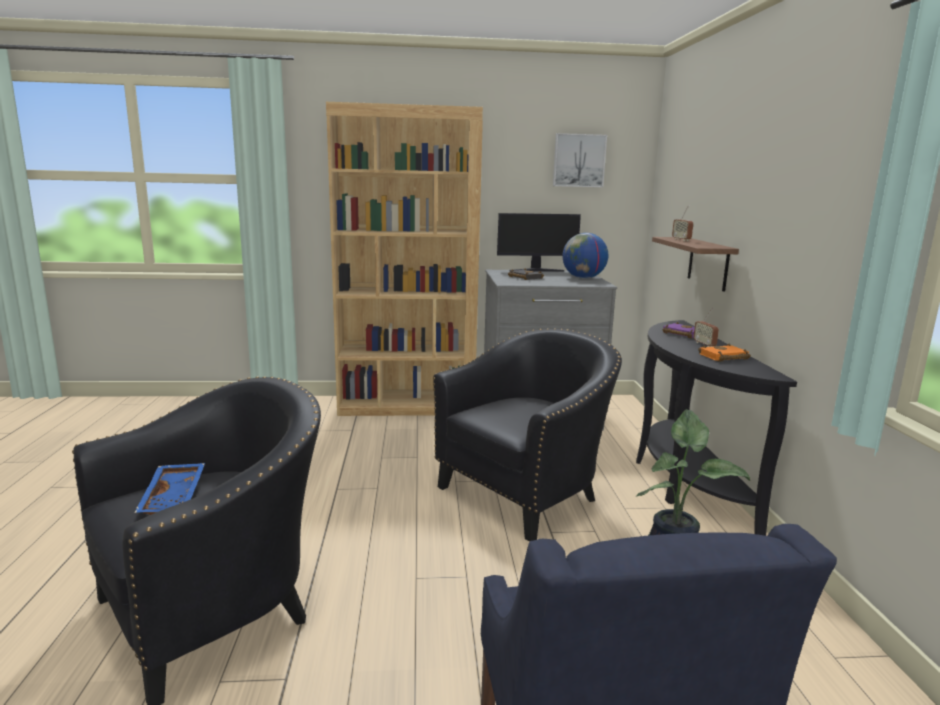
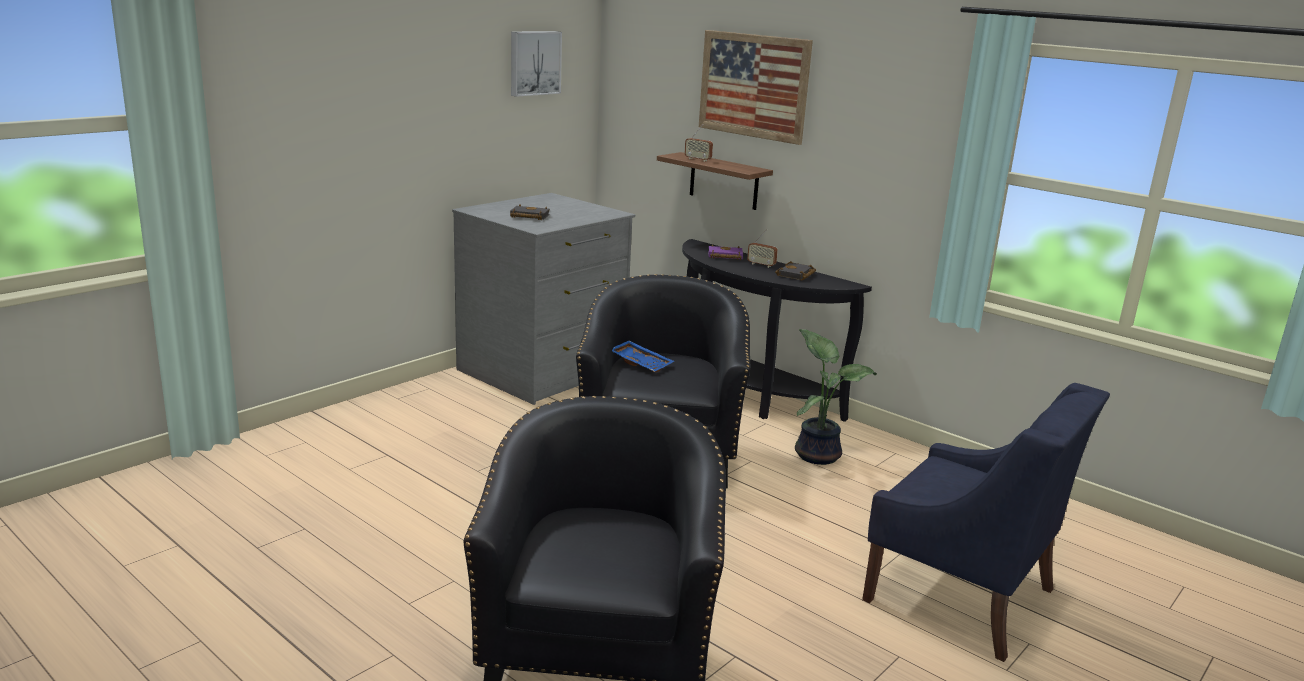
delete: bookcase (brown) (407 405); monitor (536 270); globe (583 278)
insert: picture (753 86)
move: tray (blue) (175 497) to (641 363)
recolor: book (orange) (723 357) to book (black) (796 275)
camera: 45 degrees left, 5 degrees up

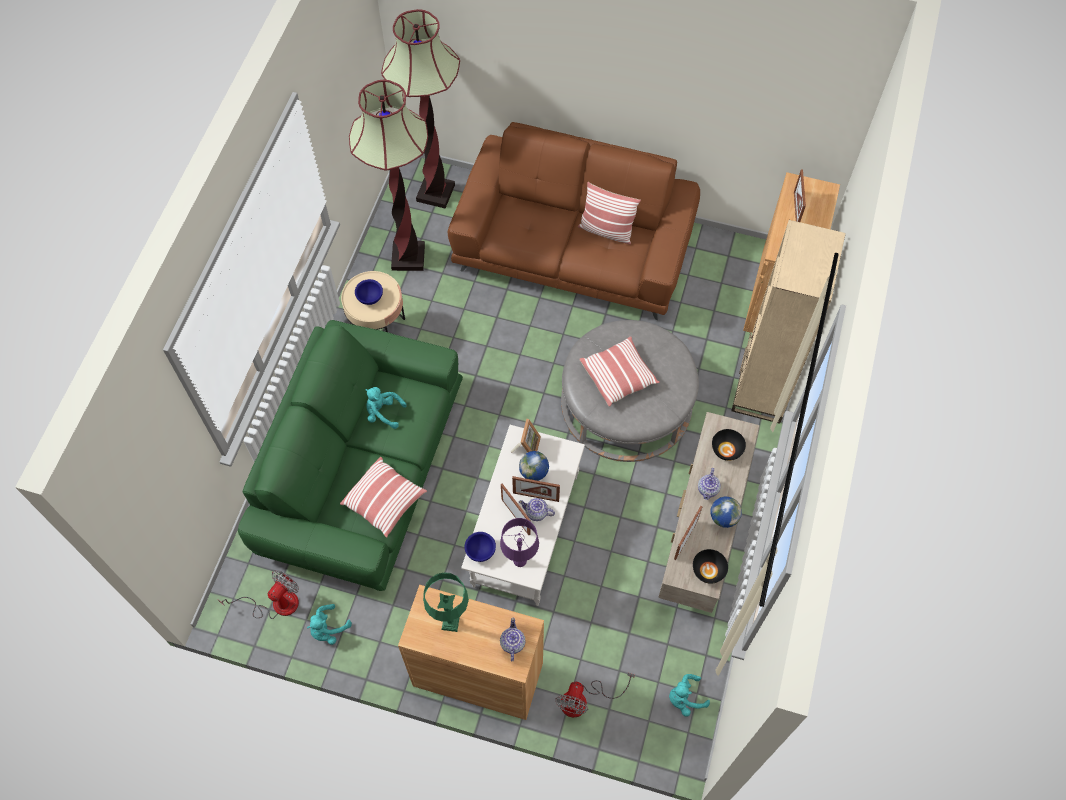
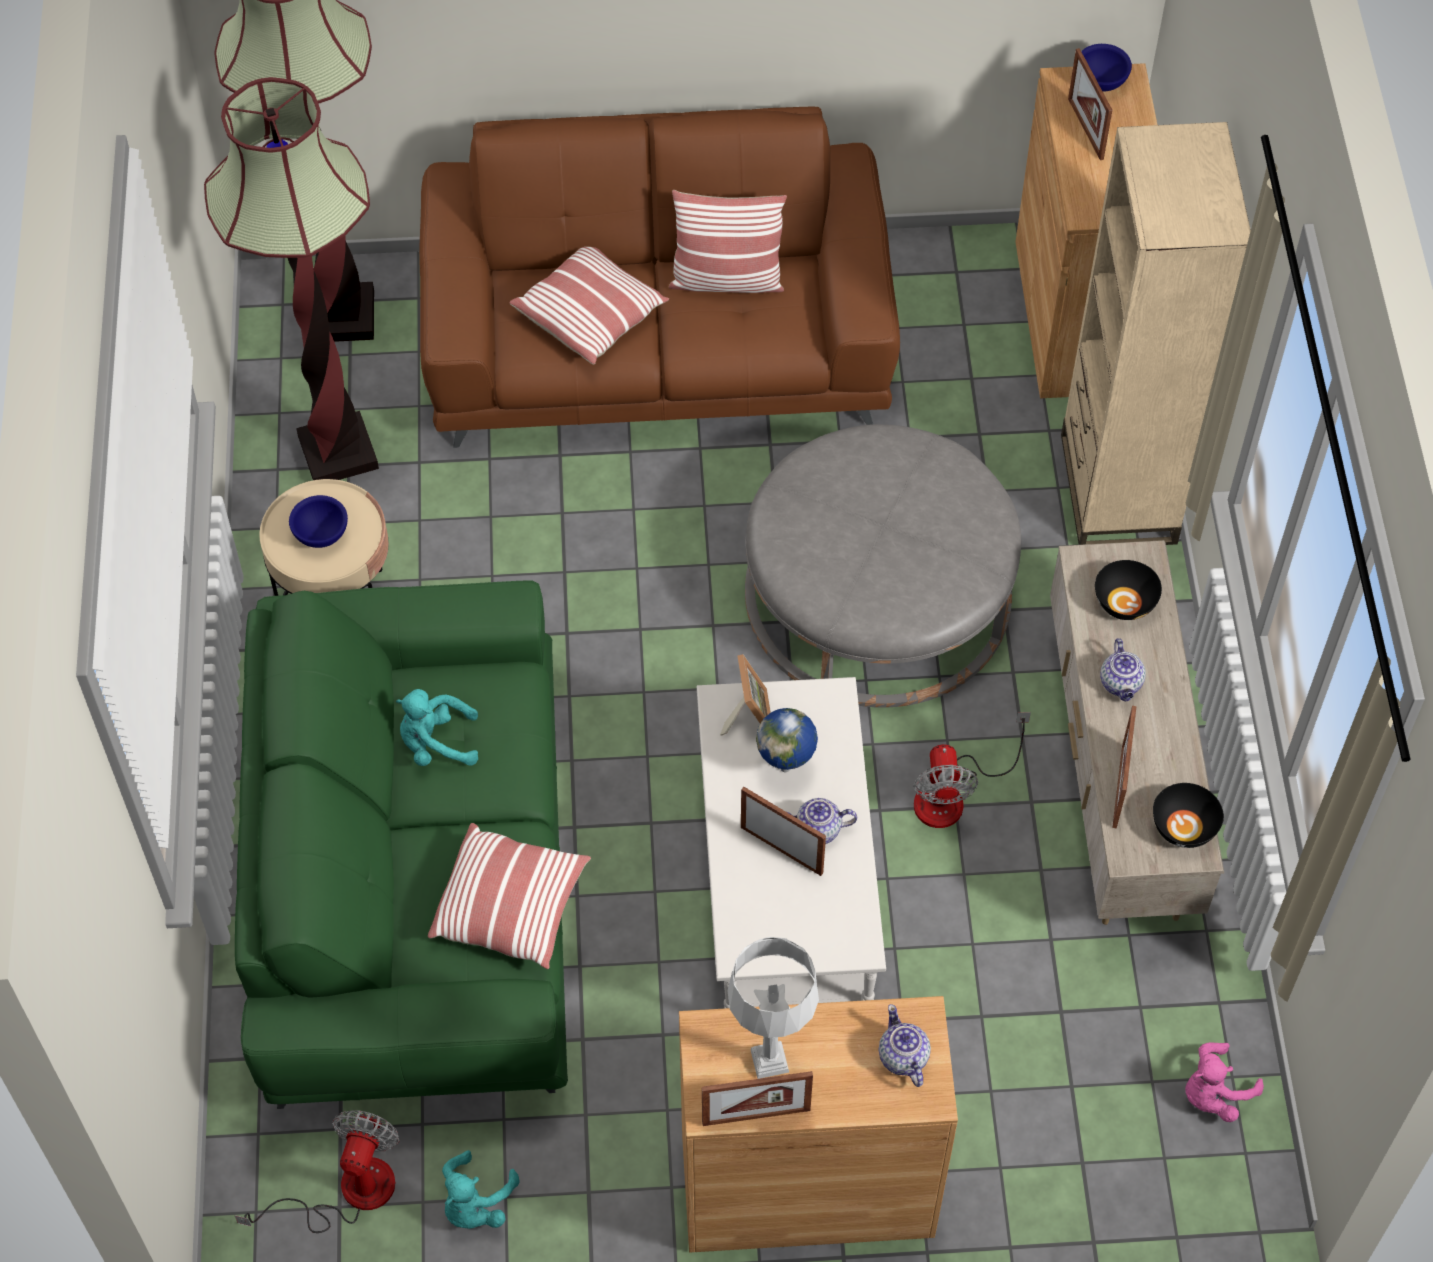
delete: globe (721 522); table lamp (purple) (519 560)
move: pillow (618 376) to (590 315); picture frame (536 496) to (756 1116); bowl (blue) (481 551) to (1101 82); fan (583 700) to (953 795)
recolor: table lamp (green) (450 623) to table lamp (grey) (770 1060); plush toy (turquoise) (685 698) to plush toy (pink) (1213 1093)
camera: 20 degrees left, 5 degrees down

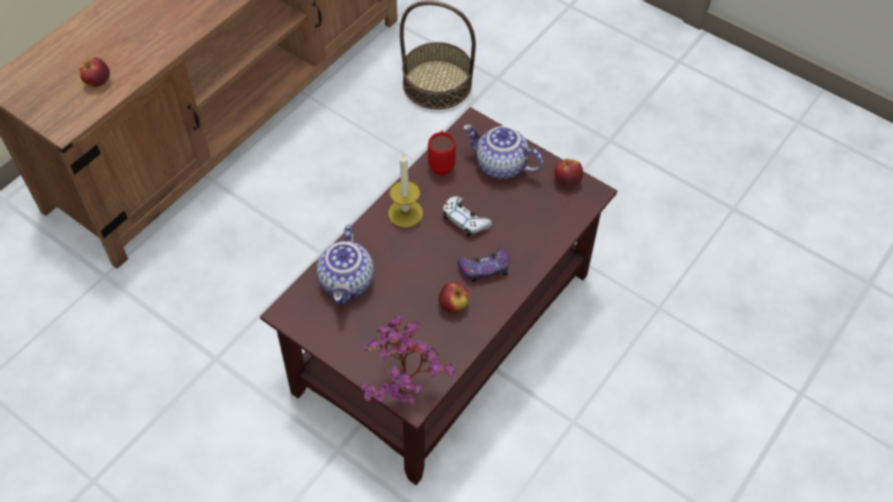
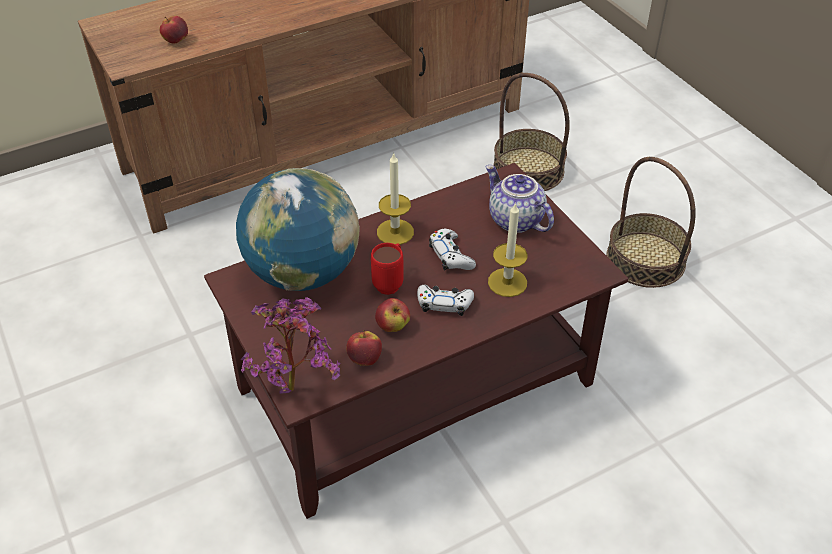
insert: basket (646 259); candle (507 282)
move: mug (red) (441 164) to (390 282); apple (567 181) to (364 359)
replace: teapot (348 282) to globe (303 273)
recolor: game controller (purple) (484 268) to game controller (white) (444 303)
camera: 25 degrees right, 10 degrees down

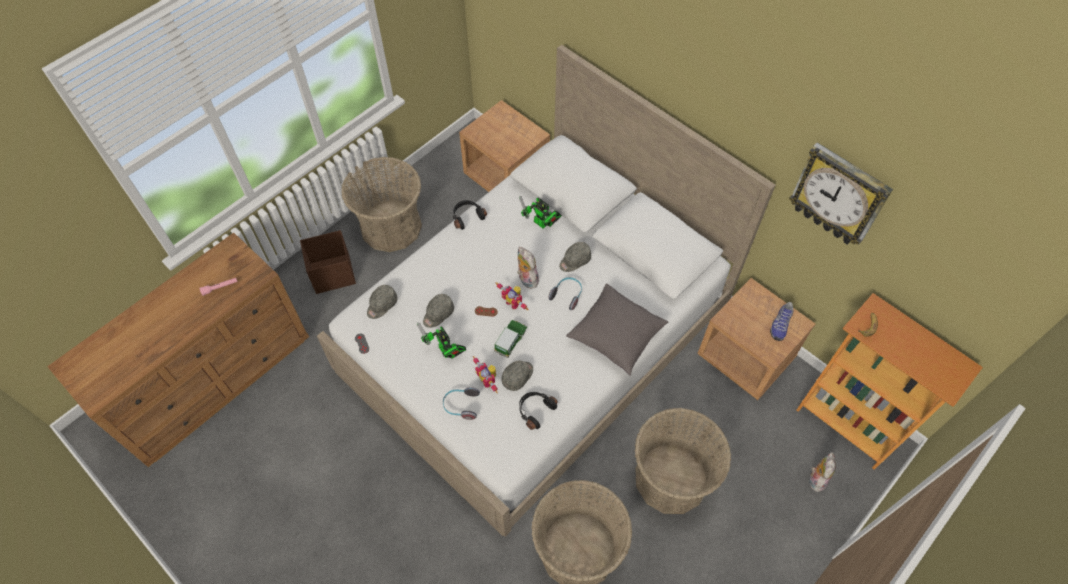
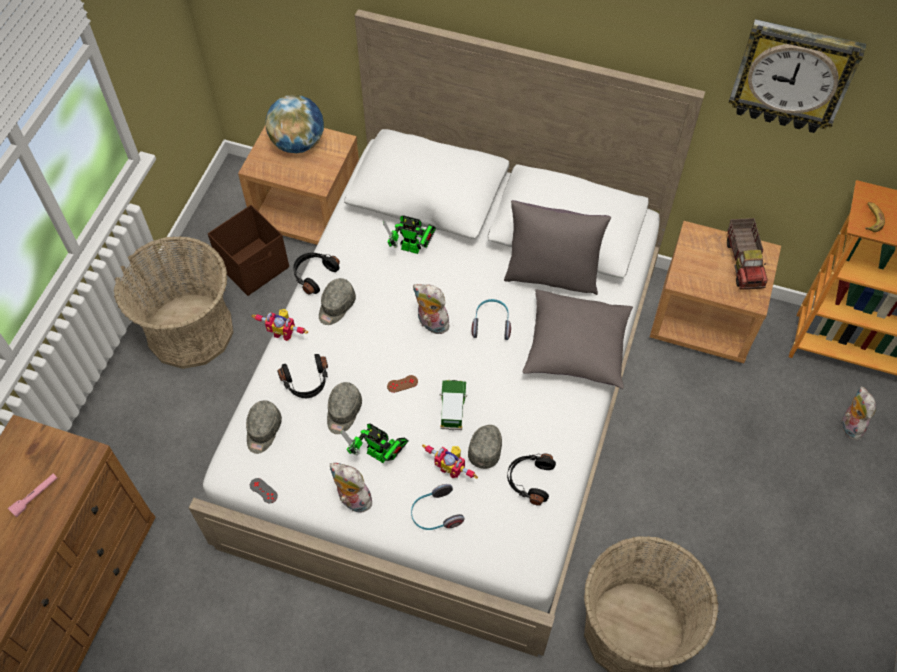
delete: basket (671 478)
insert: globe (298 143); pillow (grey) (551 275); headphones (black) (306 382); plush toy (352 500)
move: storage box (brown) (333 274) to (255 266); cap (grey) (574 261) to (336 306); toy robot (514 302) to (284 332)
replace: shoe (780 324) to toy truck (744 262)
camera: 25 degrees left, 0 degrees up

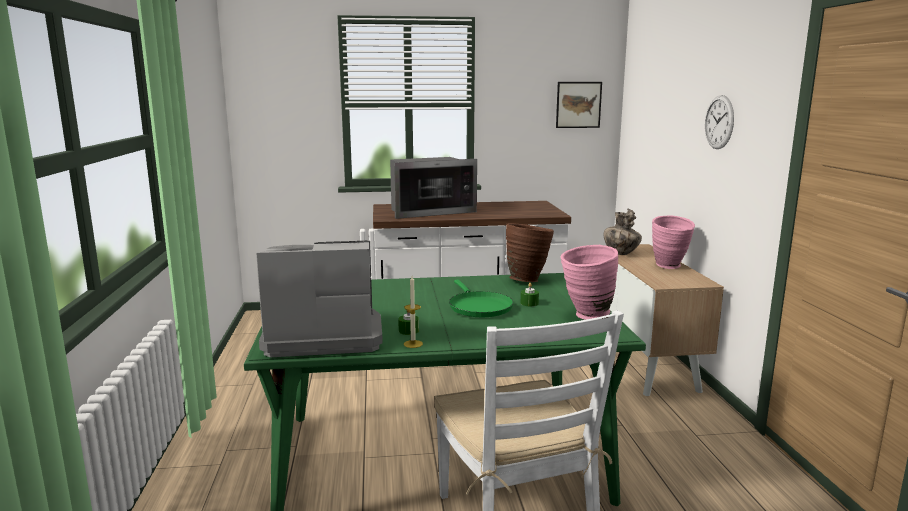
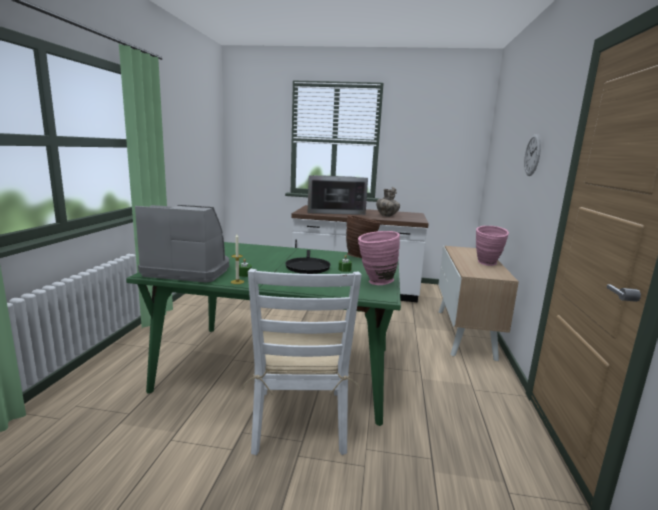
delete: picture (578 105)
move: vase (620 253) to (386 216)
recolor: frying pan (green) (478 307) to frying pan (black) (307 267)
camera: 15 degrees right, 0 degrees up

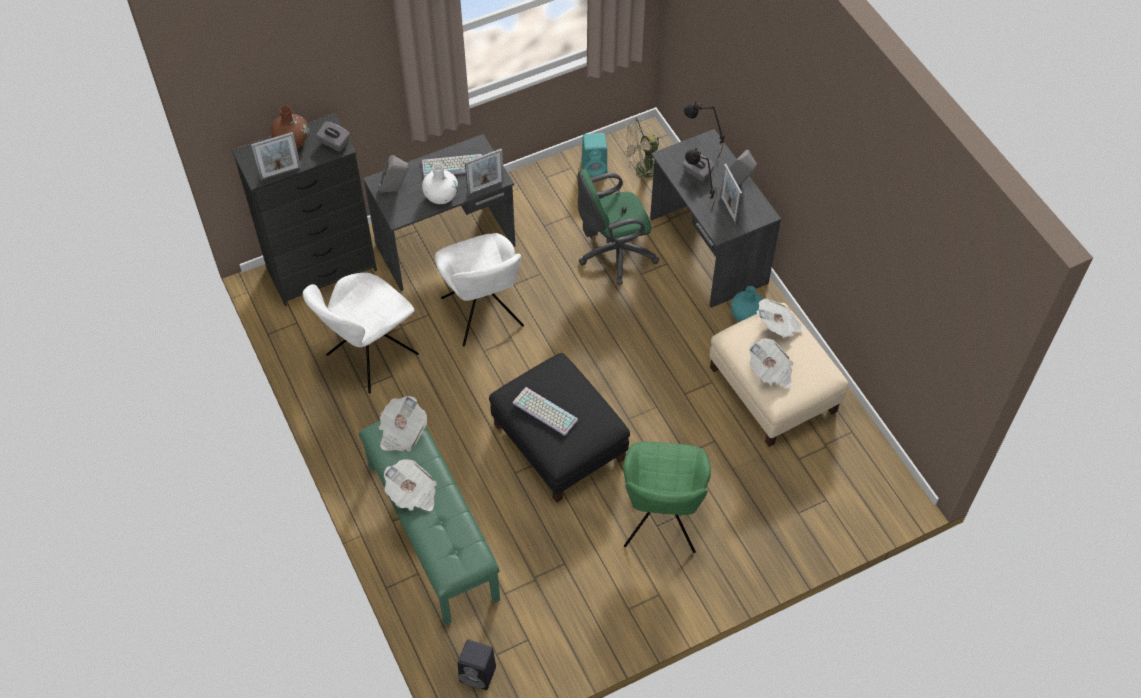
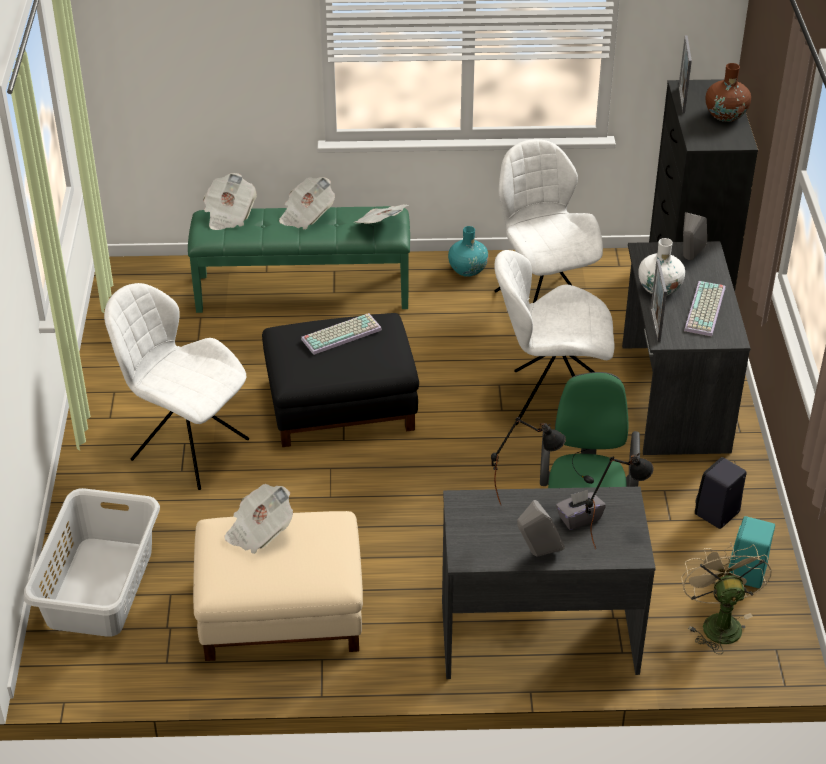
delete: tissue box (grey) (334 143); picture frame (728 209)
insert: laundry basket (grey) (99 587)
move: vase (turquoise) (746 315) to (467 270); newspaper (778 326) to (229 215); speaker (black) (479 674) to (716 514)
recolor: chair (green) (661 522) to chair (white) (186 448)
camera: 115 degrees right, 15 degrees down

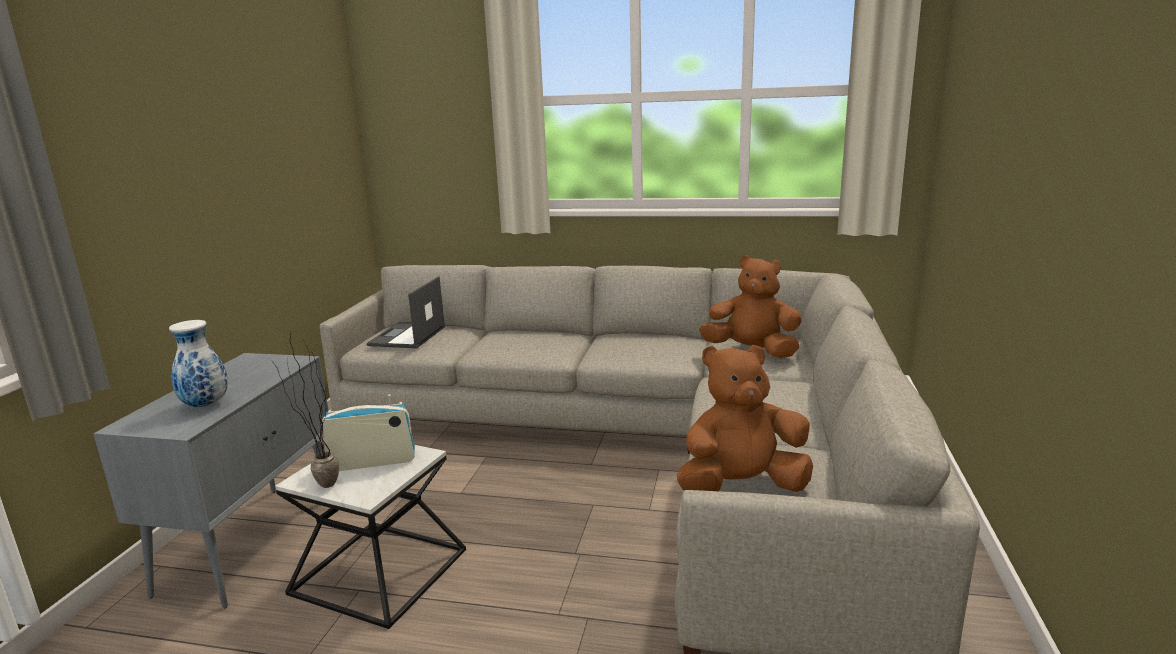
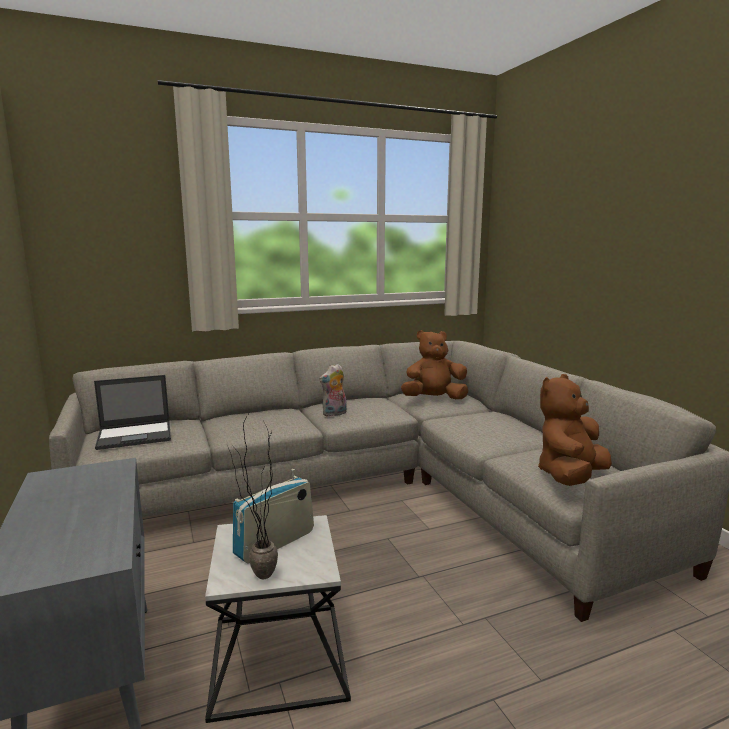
delete: vase (204 405)
insert: plush toy (334 414)
rotate: laptop (407 336) = (136 435) 90 degrees counterclockwise
camera: 35 degrees left, 5 degrees down

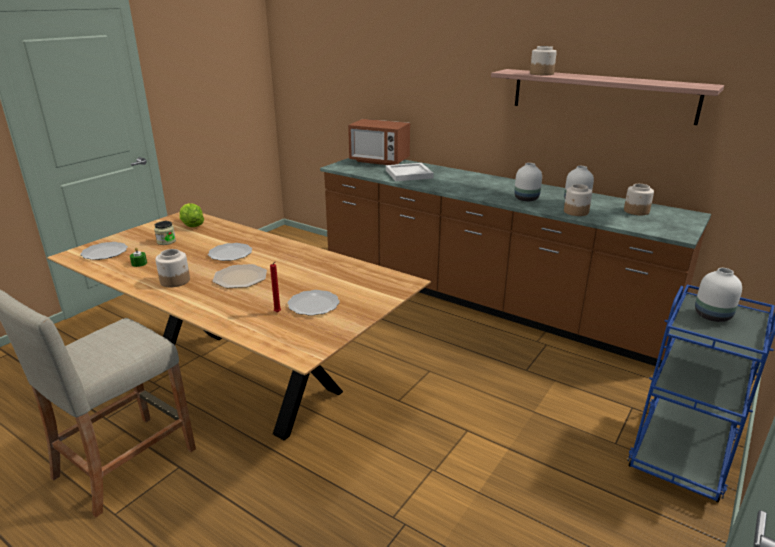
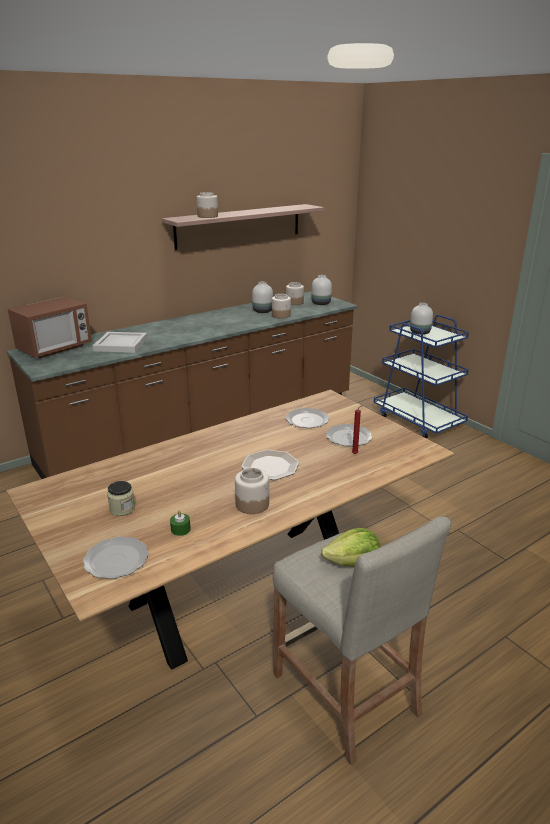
move: vase (white) (526 199) to (321 303); lettuce (192 226) to (353 563); plate (230 254) to (308 420)
camera: 70 degrees left, 0 degrees up

